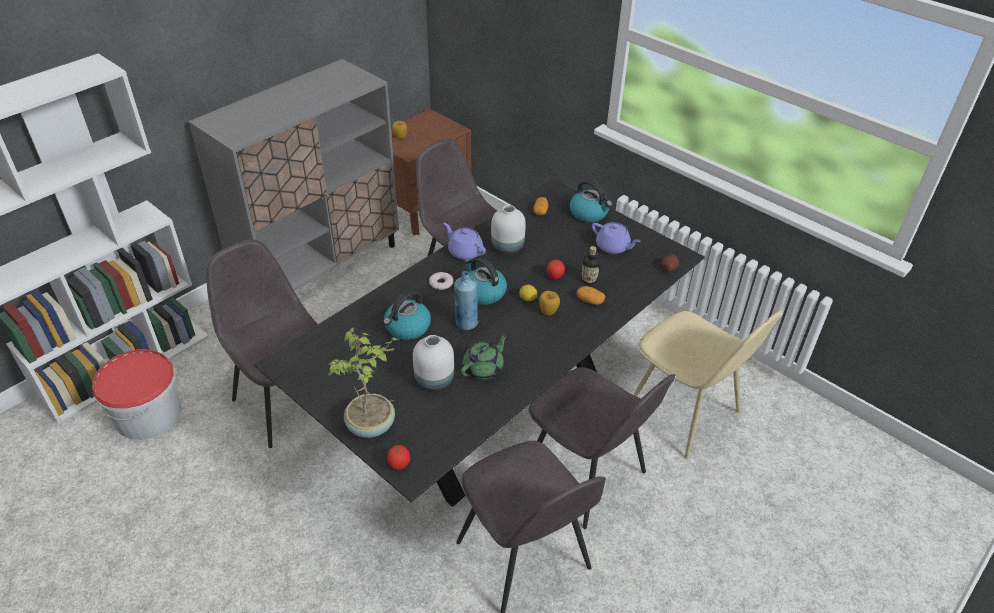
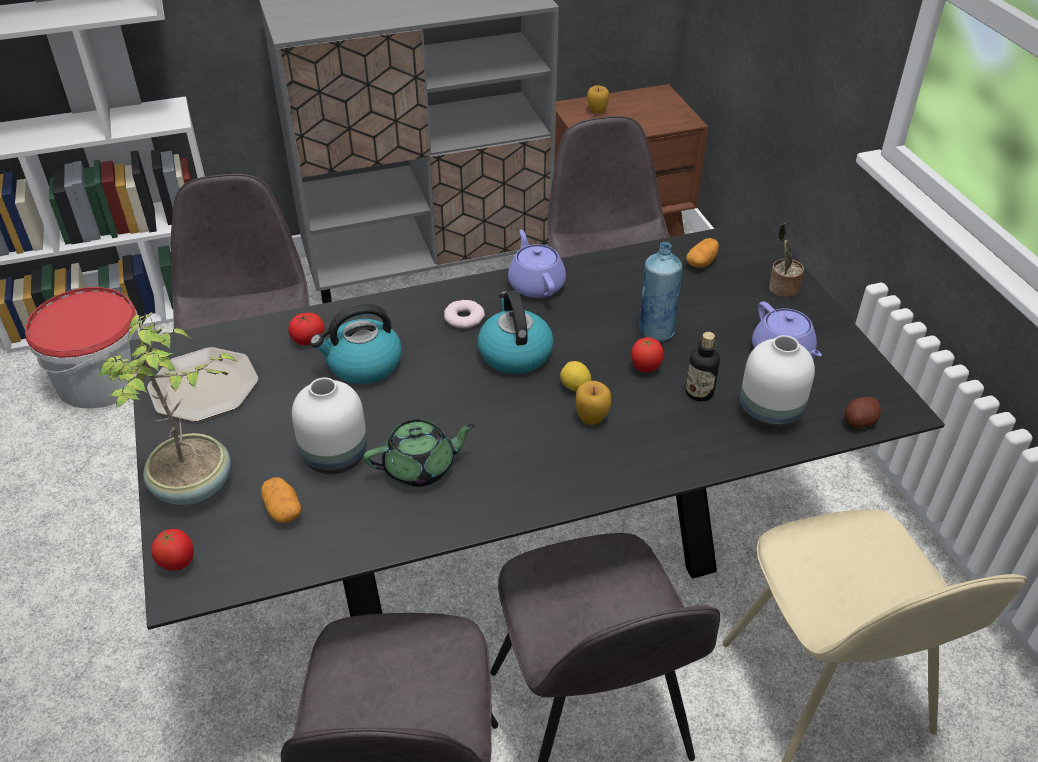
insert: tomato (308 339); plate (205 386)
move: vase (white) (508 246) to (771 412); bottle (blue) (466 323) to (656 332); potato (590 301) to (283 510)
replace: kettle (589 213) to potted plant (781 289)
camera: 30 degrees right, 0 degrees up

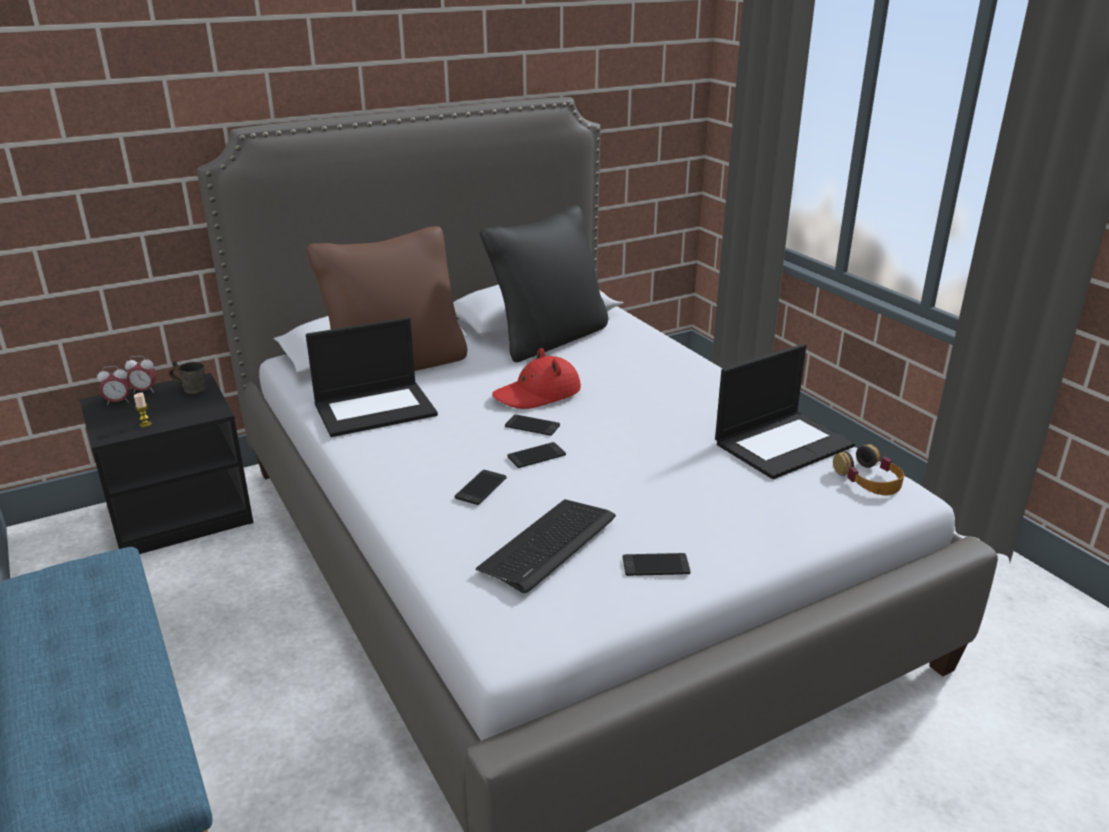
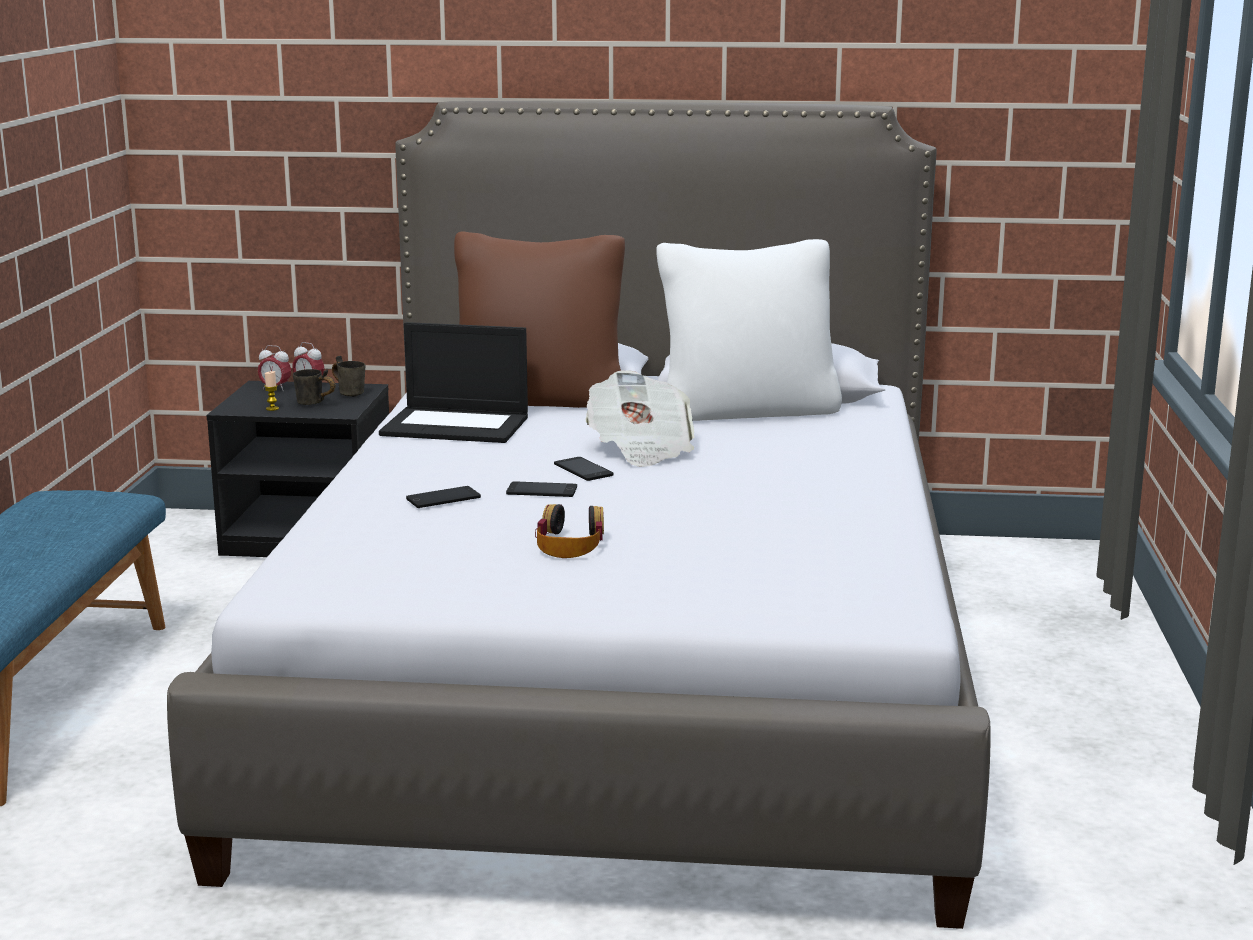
delete: laptop (784 444); keyboard (548 545); phone (656 565)
insert: mug (grey) (313 405)
move: headphones (869 479) to (570 543)
replace: hat (red) (538 394) to newspaper (640 449)
recolor: pillow (black) (548 339) to pillow (white) (747 411)
camera: 35 degrees right, 10 degrees down

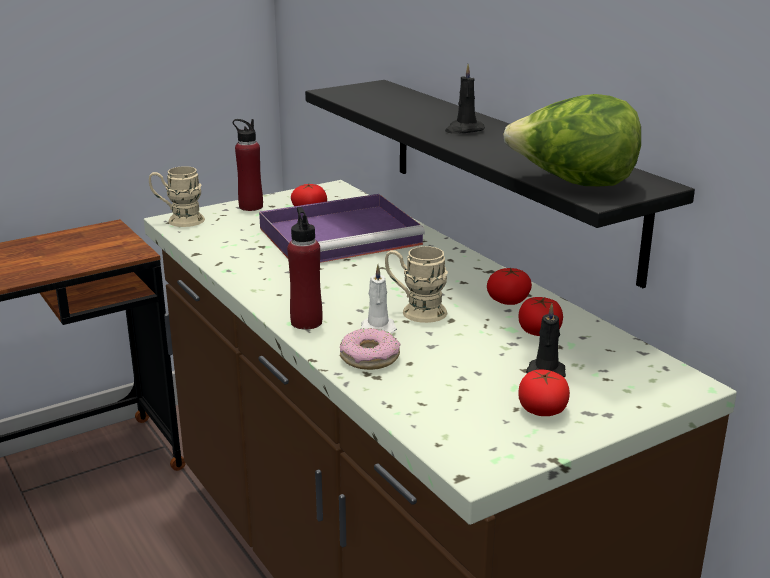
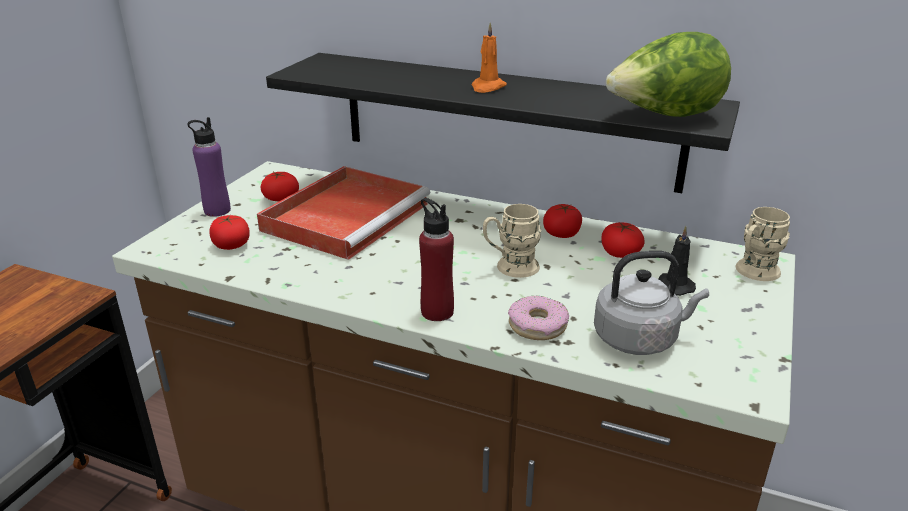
delete: candle (white) (378 328)
insert: kettle (grey) (639 338)
move: mug (beige) (179 220) to (753 273); tomato (542 409) to (231 245)
recolor: candle (black) (464 130) to candle (orange) (487 87); bottle (red) (250 206) to bottle (purple) (217 210); tray (purple) (342 235) to tray (red) (347 215)
camera: 35 degrees left, 5 degrees up

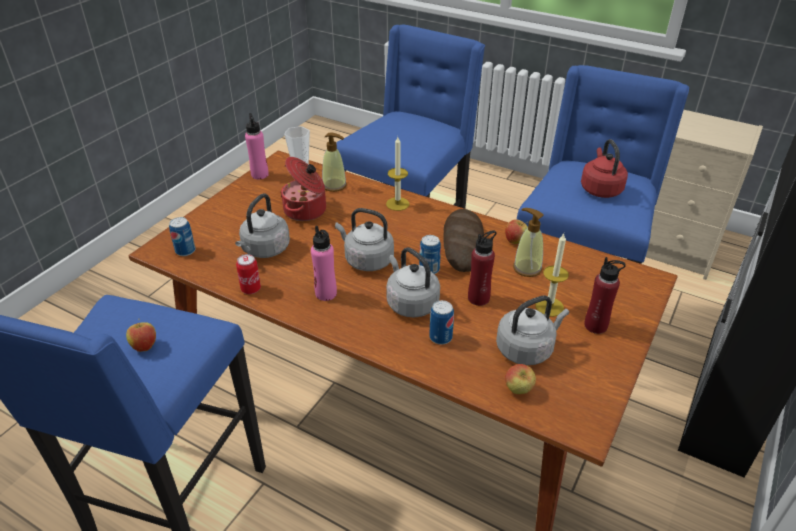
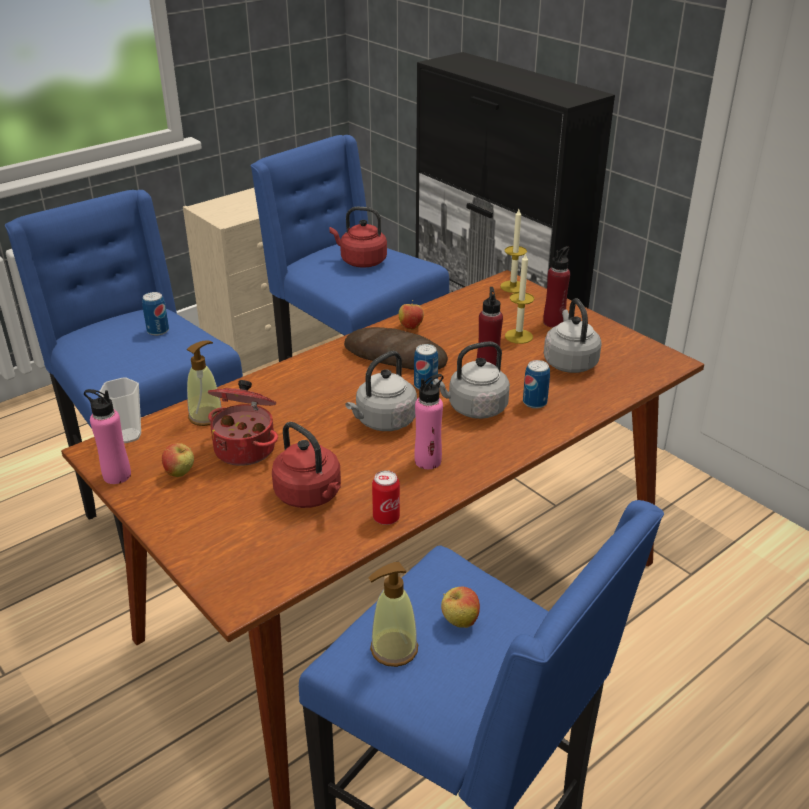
move: candle (397 204) to (513 286); soap dispenser (527 268) to (393 649); can (185 251) to (158 331); apple (518 390) to (180 473)
recolor: kettle (grey) (264 250) to kettle (red) (310 496)
camera: 70 degrees left, 5 degrees down

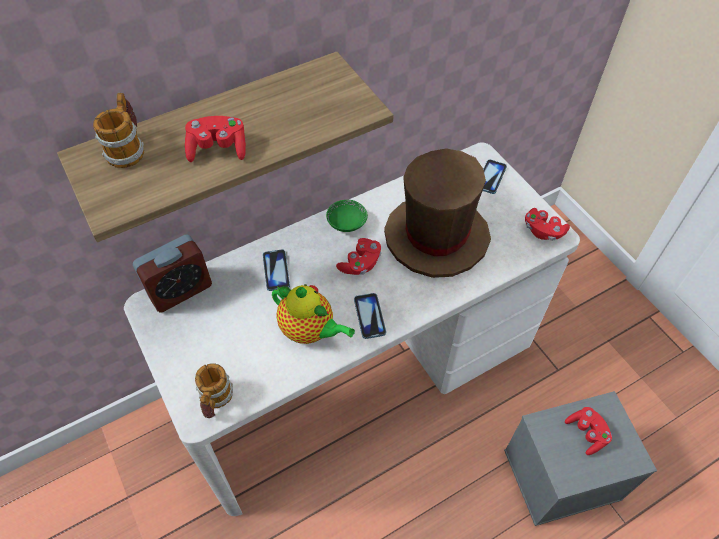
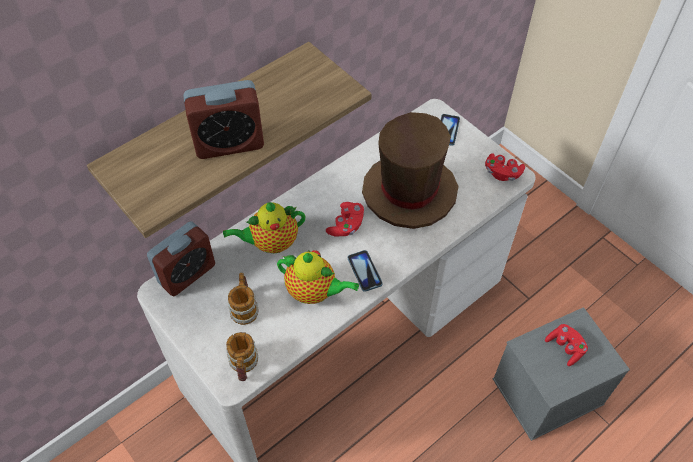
delete: bowl (green) (347 223)
move: mug (128 148) to (244 307)
replace: game controller (red) (218 149) to alarm clock (229 143); phone (276 270) to teapot (271 243)
camera: 10 degrees left, 0 degrees up

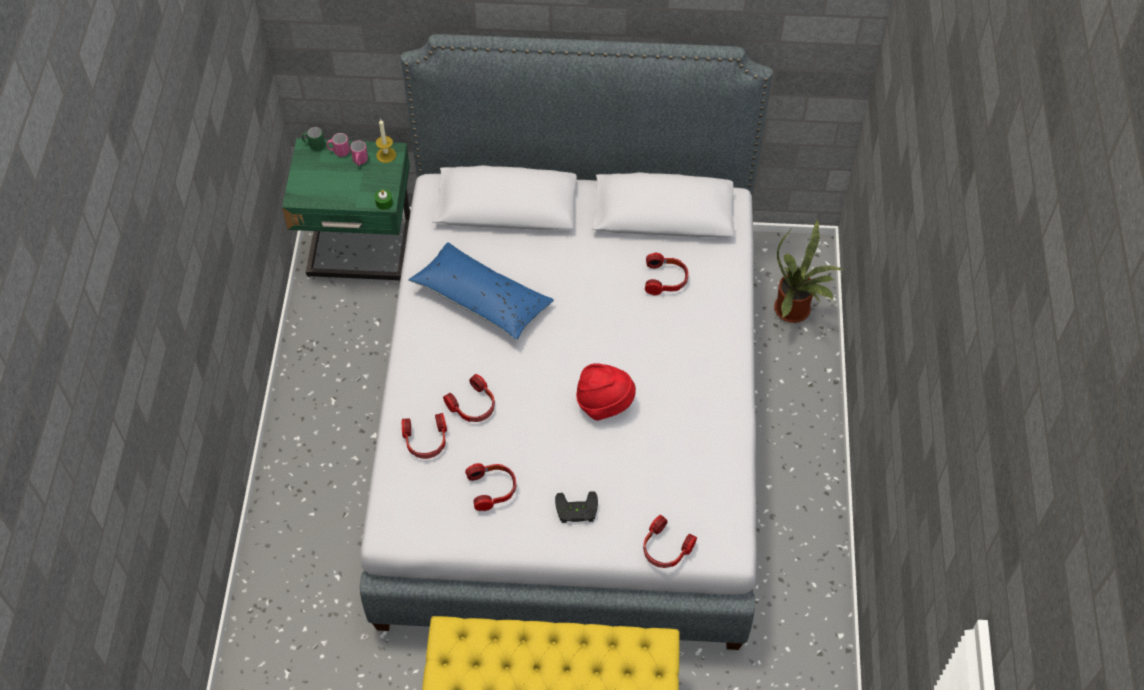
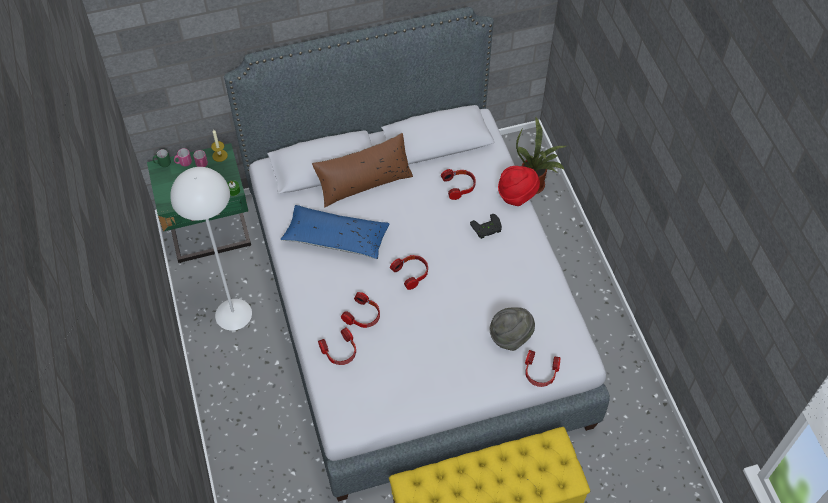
insert: pillow (brown) (364 183); floor lamp (white) (233 314); hat (grey) (510 336)
move: hat (red) (604 403) to (517 195); headphones (493 489) to (411 273); game controller (black) (576 511) to (487 229)
camera: 20 degrees left, 0 degrees up

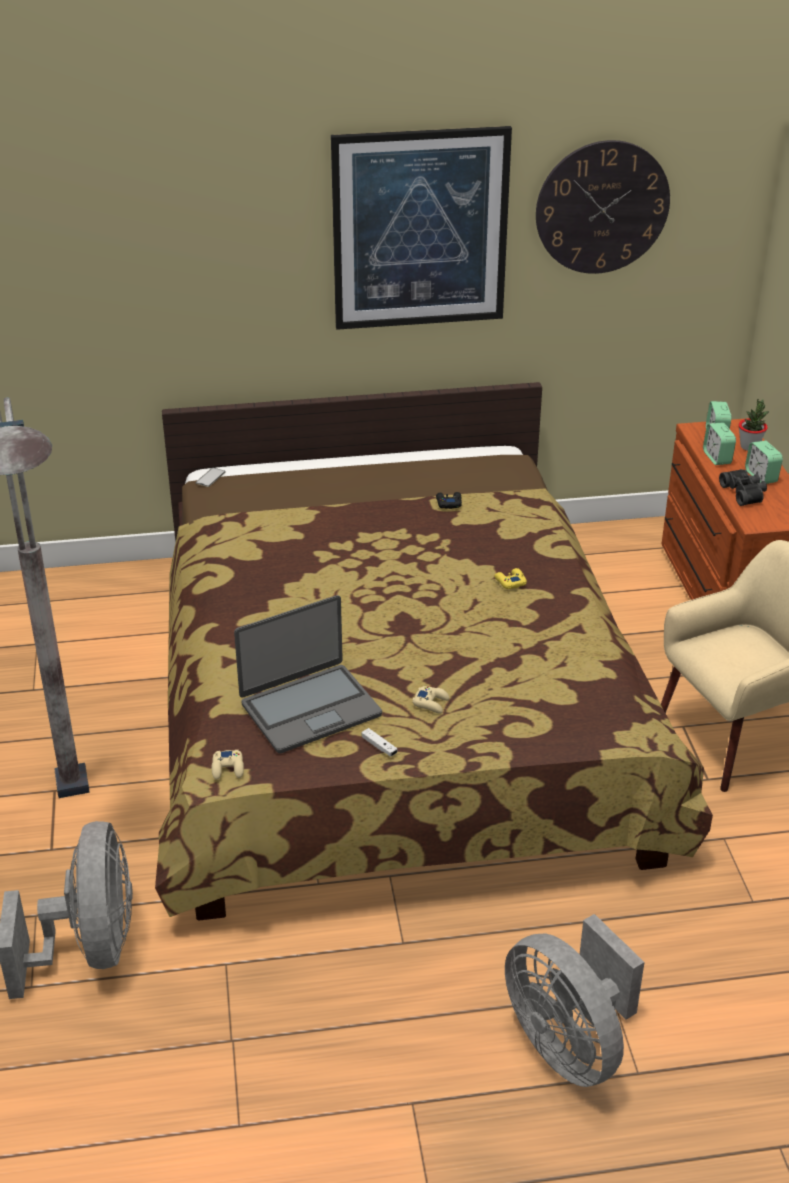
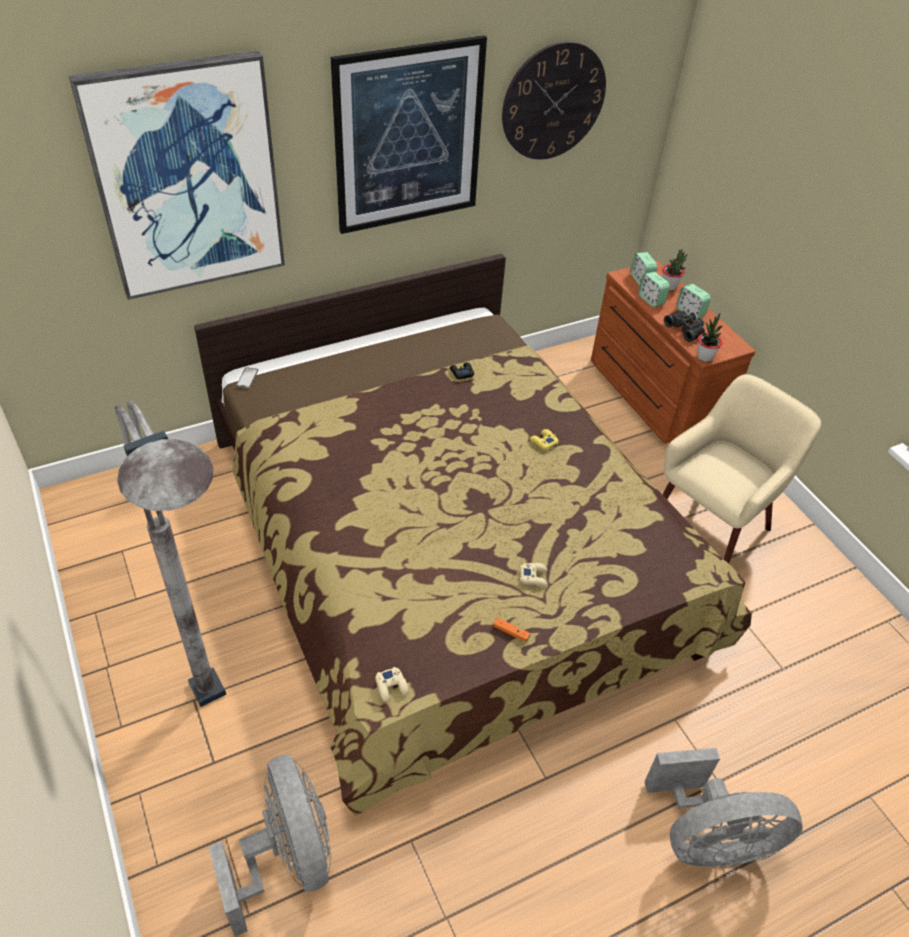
delete: laptop (310 708)
insert: picture (187 178); potted plant (704 356)
recolor: game controller (white) (379 746) to game controller (orange) (511 632)
rotate: fan (grey) (569 1044) = (708 839) 45 degrees counterclockwise
camera: 20 degrees left, 10 degrees up

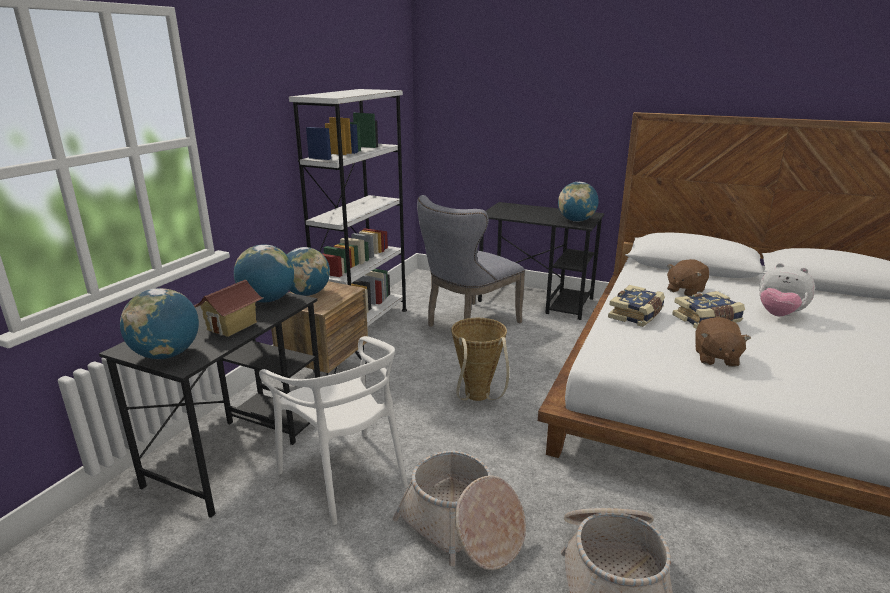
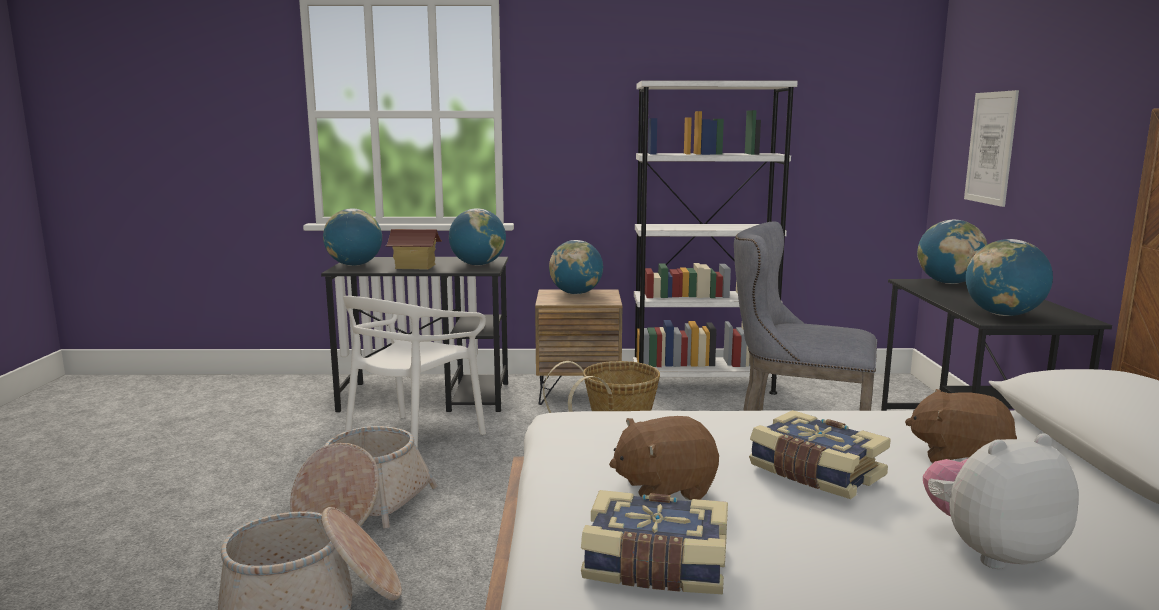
insert: picture (991 148); globe (948 283)
move: book (636 315) to (655 567)
rotate: plush toy (779 315) = (990 552) 60 degrees clockwise
camera: 65 degrees right, 10 degrees down

